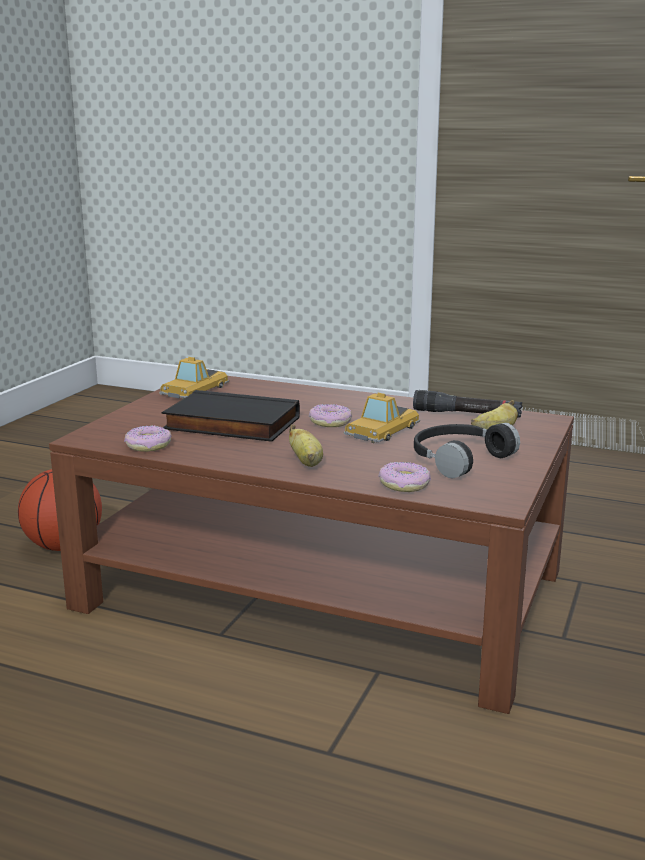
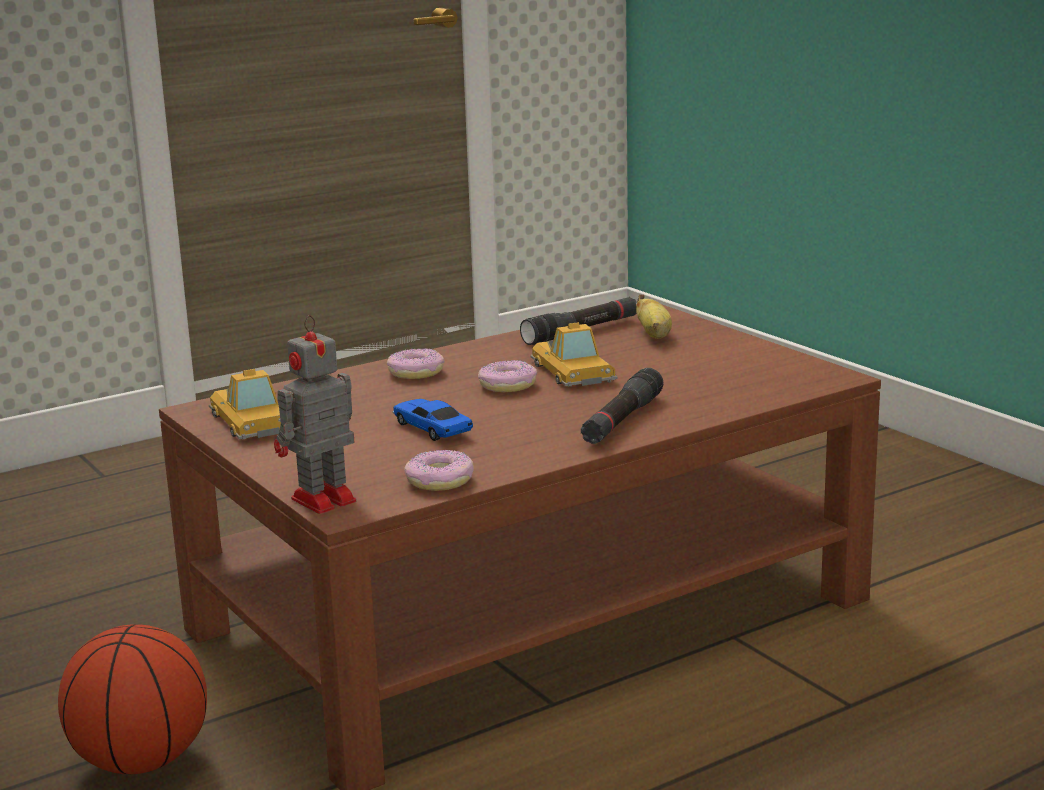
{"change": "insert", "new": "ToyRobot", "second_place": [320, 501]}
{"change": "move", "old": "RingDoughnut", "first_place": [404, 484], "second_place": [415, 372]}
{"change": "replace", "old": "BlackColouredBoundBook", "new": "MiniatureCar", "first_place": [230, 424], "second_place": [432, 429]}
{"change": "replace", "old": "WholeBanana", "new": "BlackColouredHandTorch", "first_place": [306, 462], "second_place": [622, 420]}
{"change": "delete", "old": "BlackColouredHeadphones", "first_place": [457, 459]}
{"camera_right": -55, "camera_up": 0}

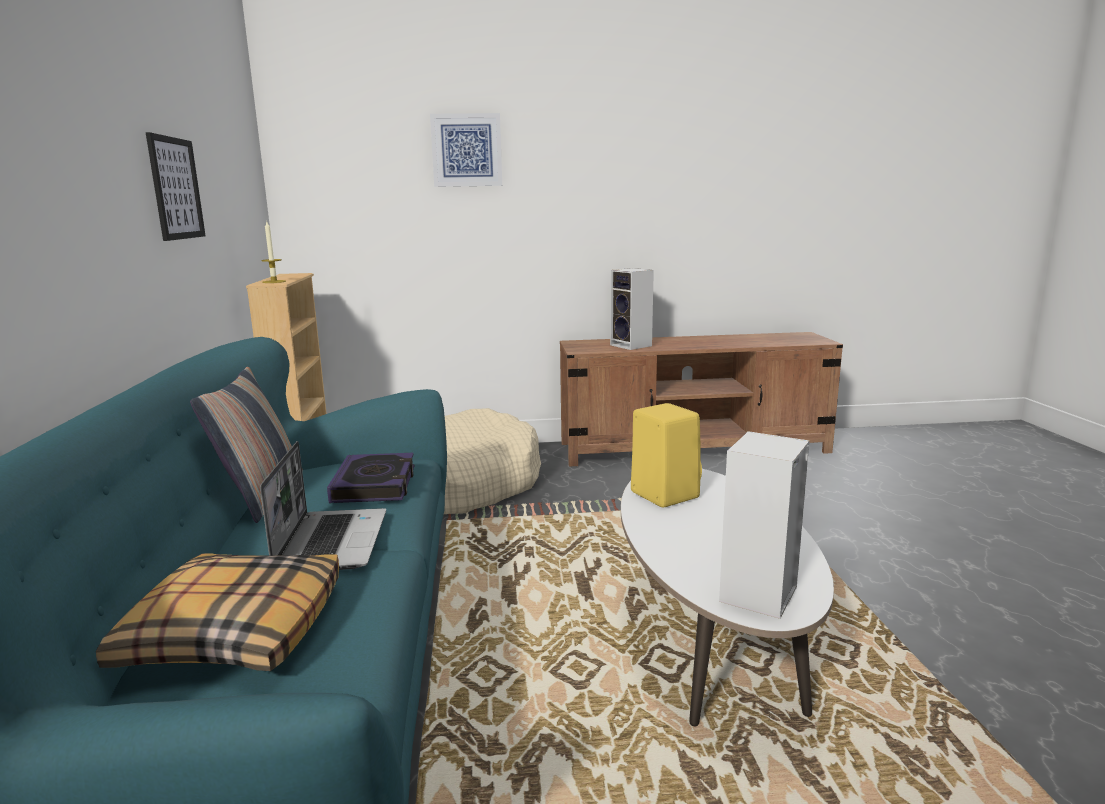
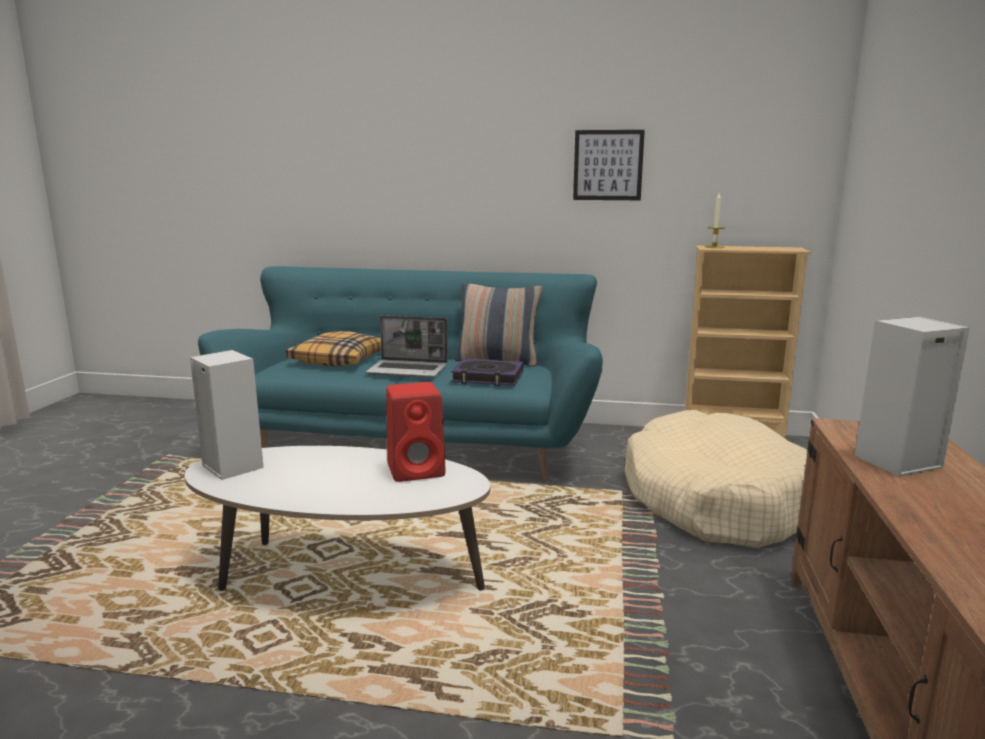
{"change": "recolor", "old": "YellowColouredAudioSpeaker", "new": "RedAudioSpeaker", "first_place": [662, 494], "second_place": [418, 470]}
{"change": "delete", "old": "WallPicture", "first_place": [466, 150]}
{"camera_right": 105, "camera_up": 0}

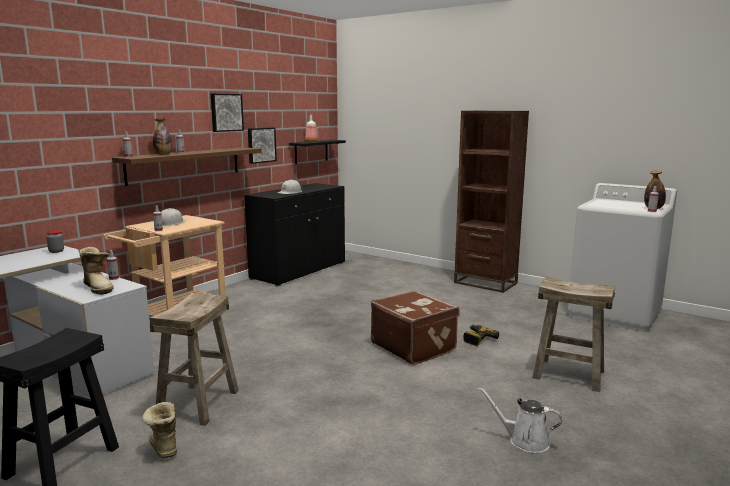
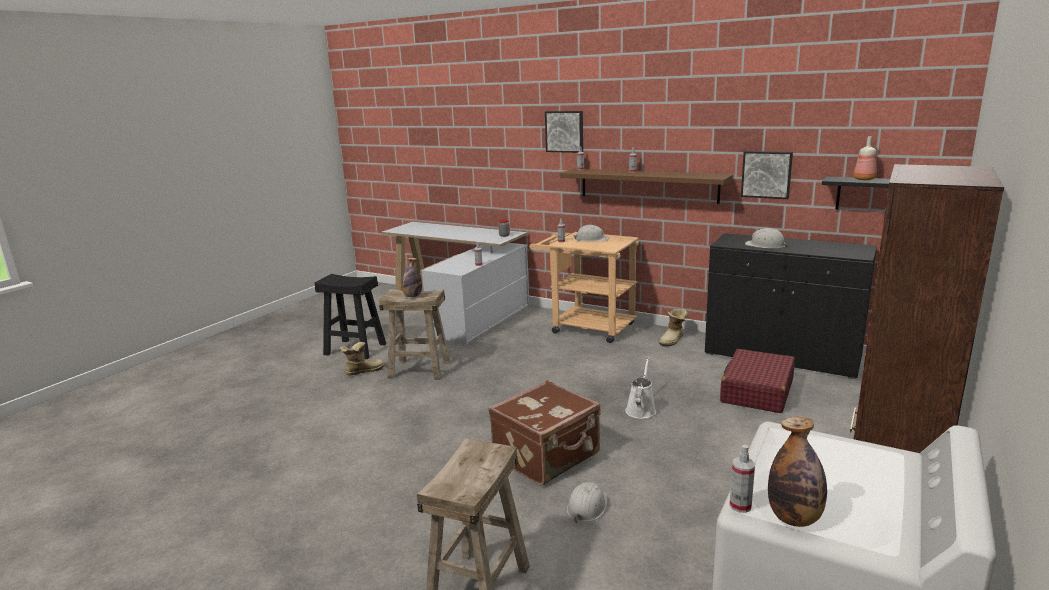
{"change": "move", "old": "Bottle", "first_place": [163, 155], "second_place": [412, 296]}
{"change": "move", "old": "WallPicture", "first_place": [226, 112], "second_place": [565, 131]}
{"change": "replace", "old": "Drill", "new": "WhiteColouredHardHat", "first_place": [477, 339], "second_place": [587, 506]}
{"change": "move", "old": "WhiteColouredWateringPot", "first_place": [524, 441], "second_place": [641, 409]}
{"change": "move", "old": "HighTopBoot", "first_place": [99, 287], "second_place": [673, 340]}
{"change": "insert", "new": "RedSuitcase", "second_place": [756, 392]}
{"camera_right": 85, "camera_up": 5}

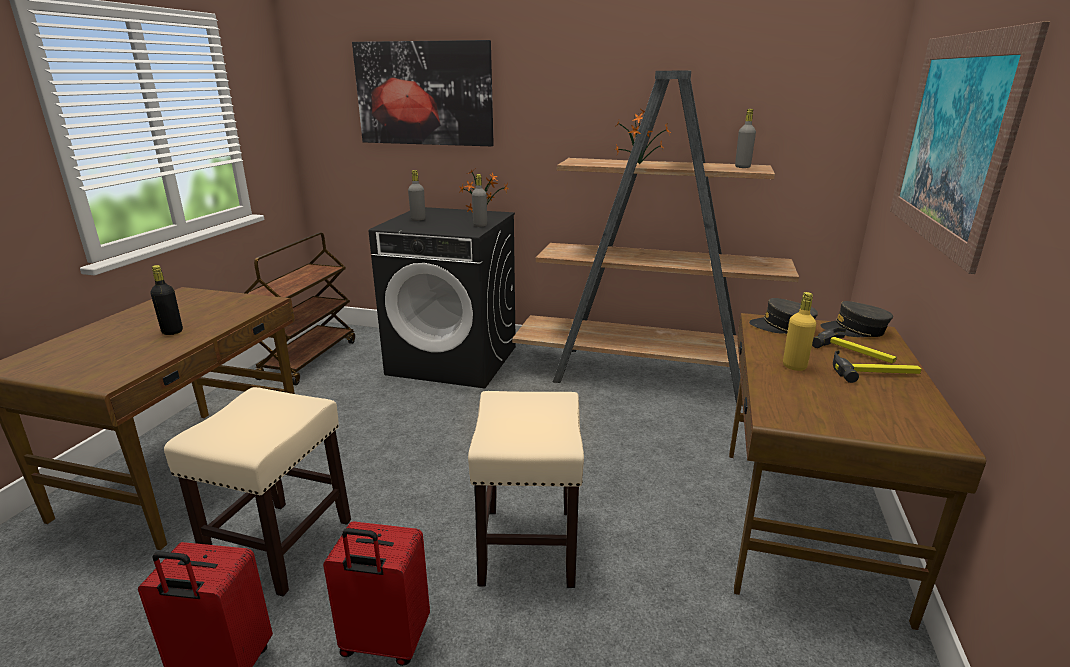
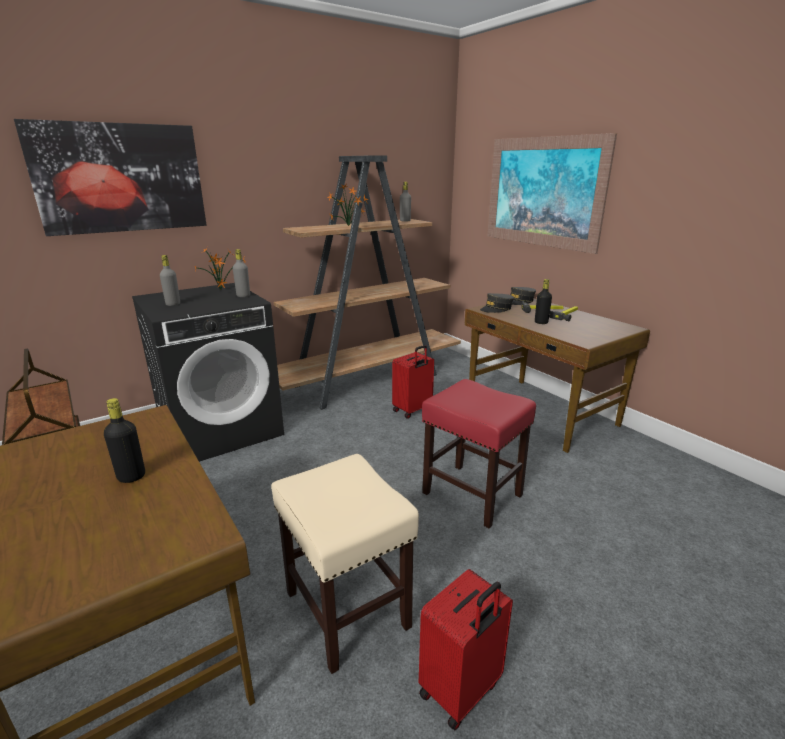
{"change": "move", "old": "RedSuitcase", "first_place": [384, 643], "second_place": [412, 410]}
{"change": "recolor", "old": "BeigeColouredSittingStool", "new": "RedSittingStool", "first_place": [528, 544], "second_place": [471, 493]}
{"change": "recolor", "old": "YellowColouredBottle", "new": "BlackColouredBottle", "first_place": [794, 366], "second_place": [541, 322]}
{"camera_right": -50, "camera_up": 0}

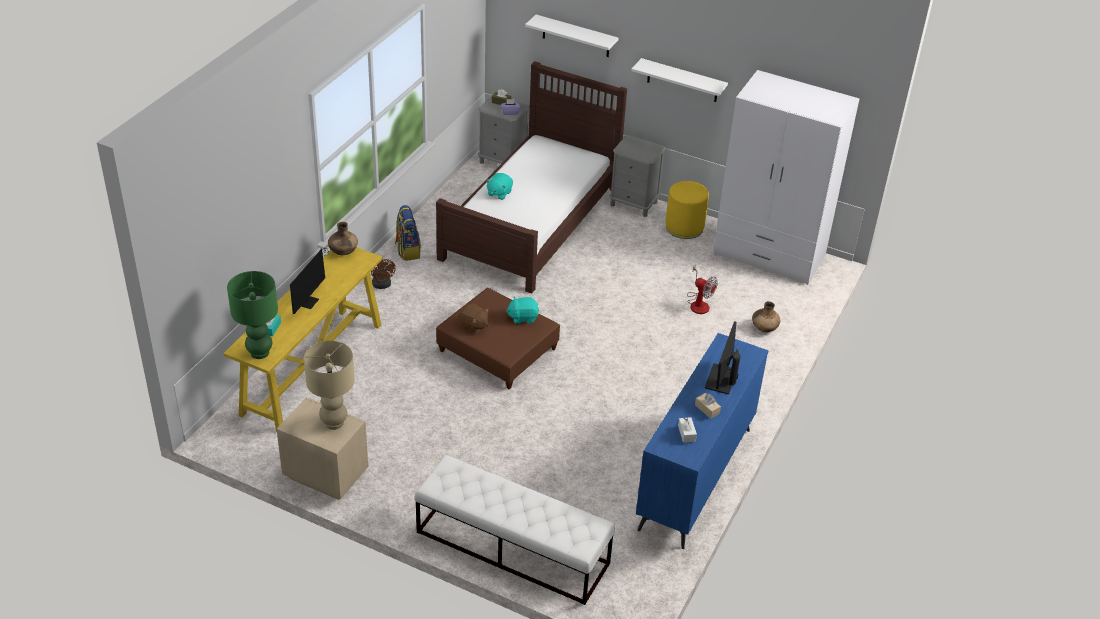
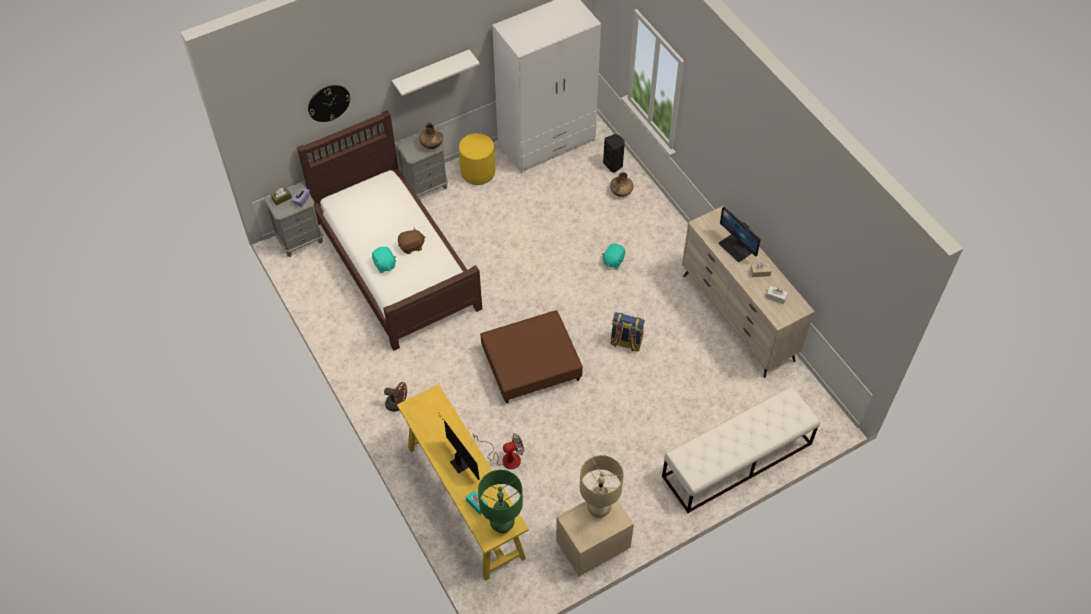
{"change": "replace", "old": "WhiteColouredShelf", "new": "WallClock", "first_place": [576, 36], "second_place": [328, 103]}
{"change": "move", "old": "BrownColouredPlushToy", "first_place": [473, 326], "second_place": [411, 246]}
{"change": "move", "old": "BrownColouredDecorativeVase", "first_place": [343, 252], "second_place": [432, 145]}
{"change": "move", "old": "Fan", "first_place": [698, 303], "second_place": [505, 457]}
{"change": "move", "old": "TurquoisePlushToy", "first_place": [523, 317], "second_place": [613, 261]}
{"change": "insert", "new": "BlackColouredAudioSpeaker", "second_place": [613, 164]}
{"change": "move", "old": "Rucksack", "first_place": [408, 250], "second_place": [626, 342]}
{"change": "recolor", "old": "BluishDrawerChest", "new": "BeigeColouredDrawerChest", "first_place": [694, 478], "second_place": [737, 318]}
{"camera_right": -55, "camera_up": 15}

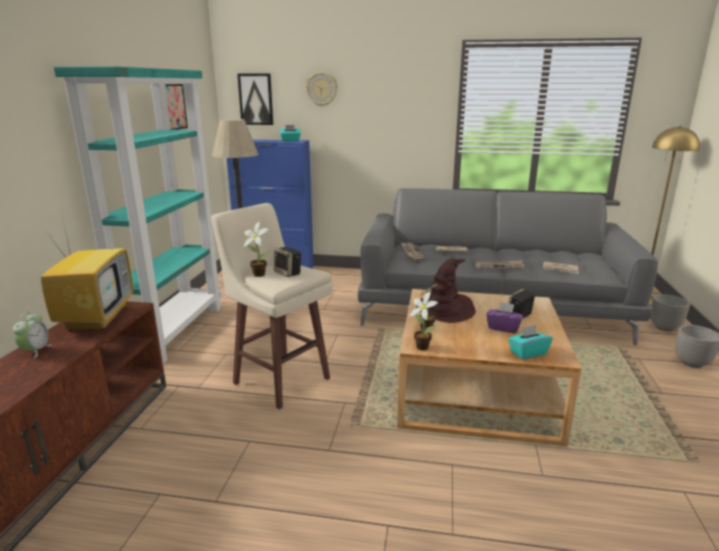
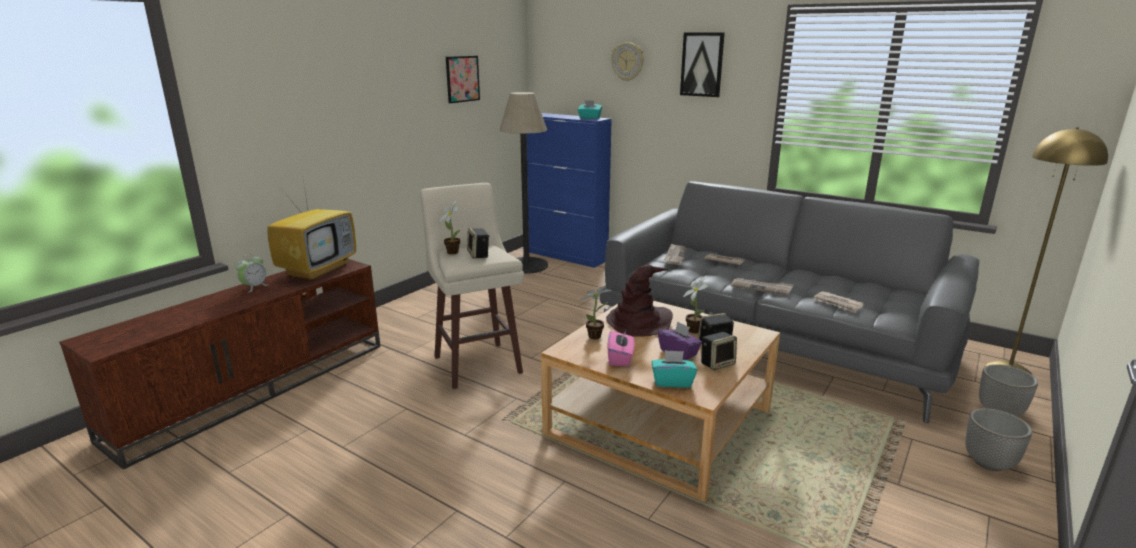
{"change": "insert", "new": "PinkTissueHolder", "second_place": [620, 358]}
{"change": "move", "old": "WallPicture", "first_place": [256, 99], "second_place": [702, 64]}
{"change": "move", "old": "PottedPlant", "first_place": [421, 346], "second_place": [693, 329]}
{"change": "insert", "new": "AudioSpeaker", "second_place": [717, 363]}
{"change": "delete", "old": "TurquoiseBookcase", "first_place": [174, 331]}
{"camera_right": 25, "camera_up": 0}

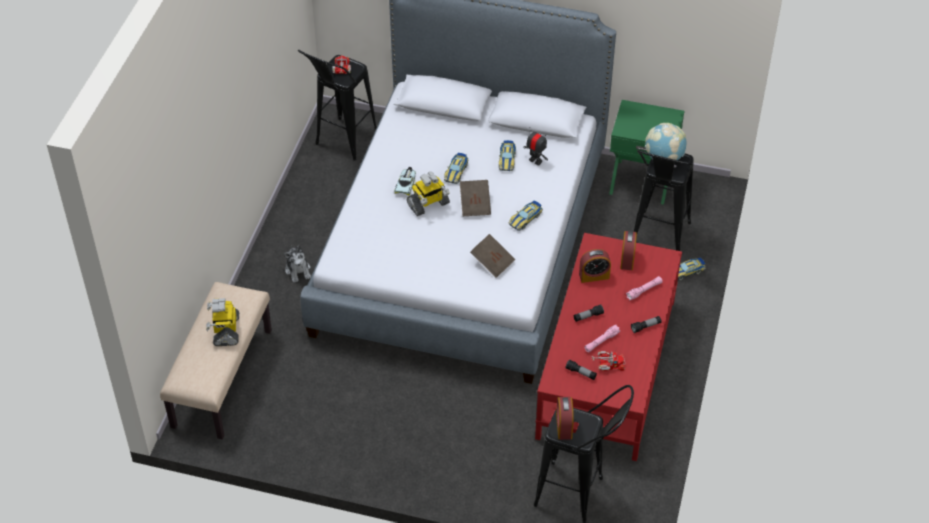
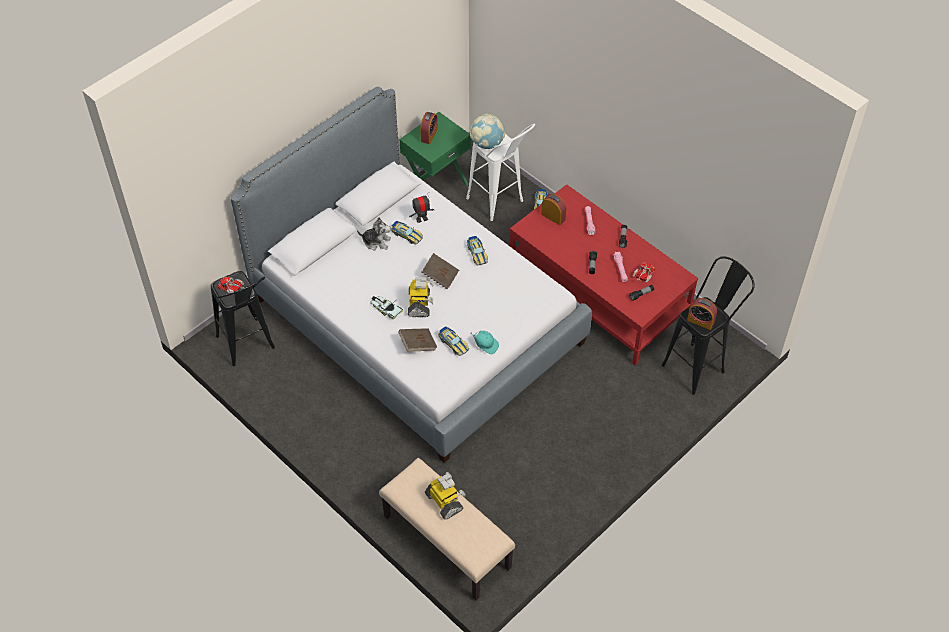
{"change": "move", "old": "PlushToy", "first_place": [298, 270], "second_place": [376, 242]}
{"change": "move", "old": "BrownColouredBoundBook", "first_place": [492, 262], "second_place": [418, 344]}
{"change": "move", "old": "BedsideClock", "first_place": [594, 276], "second_place": [429, 135]}
{"change": "rotate", "old": "ToyRobot", "first_place": [225, 330], "second_place": [445, 502], "degrees": -150}
{"change": "move", "old": "MiniatureCar", "first_place": [456, 171], "second_place": [453, 343]}
{"change": "recolor", "old": "BlackColouredSittingStool", "new": "WhiteColouredSittingStool", "first_place": [658, 240], "second_place": [500, 205]}
{"change": "insert", "new": "TurquoiseCap", "second_place": [486, 345]}
{"camera_right": -60, "camera_up": 5}

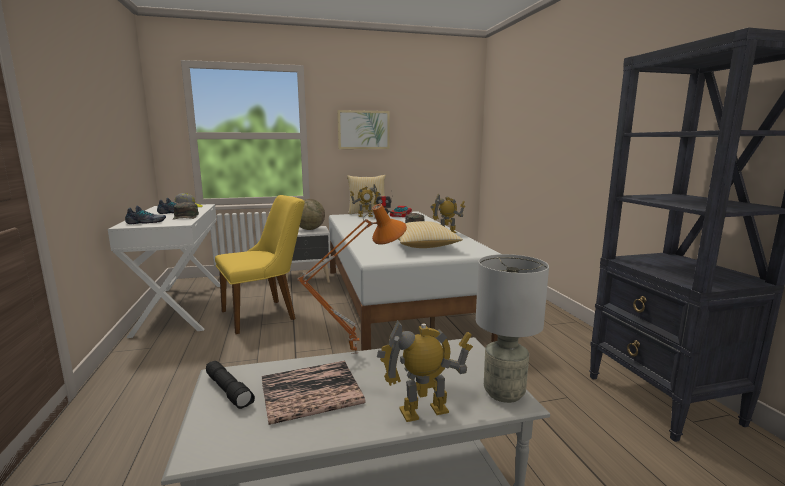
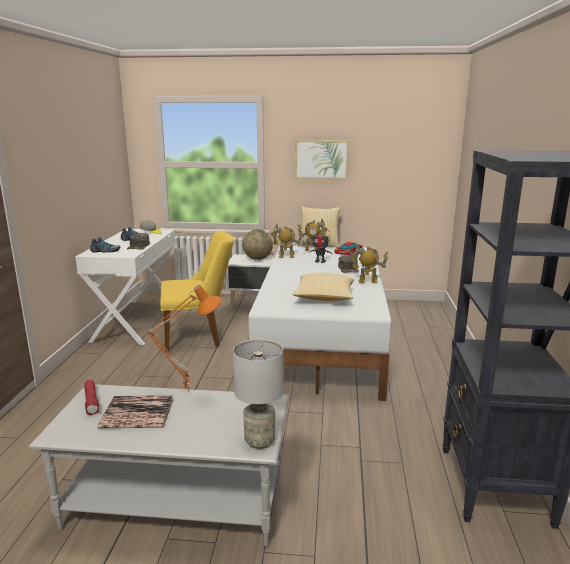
{"change": "recolor", "old": "BlackColouredHandTorch", "new": "RedHandTorch", "first_place": [229, 391], "second_place": [92, 402]}
{"change": "move", "old": "ToyRobot", "first_place": [424, 411], "second_place": [286, 257]}
{"camera_right": 20, "camera_up": 5}

